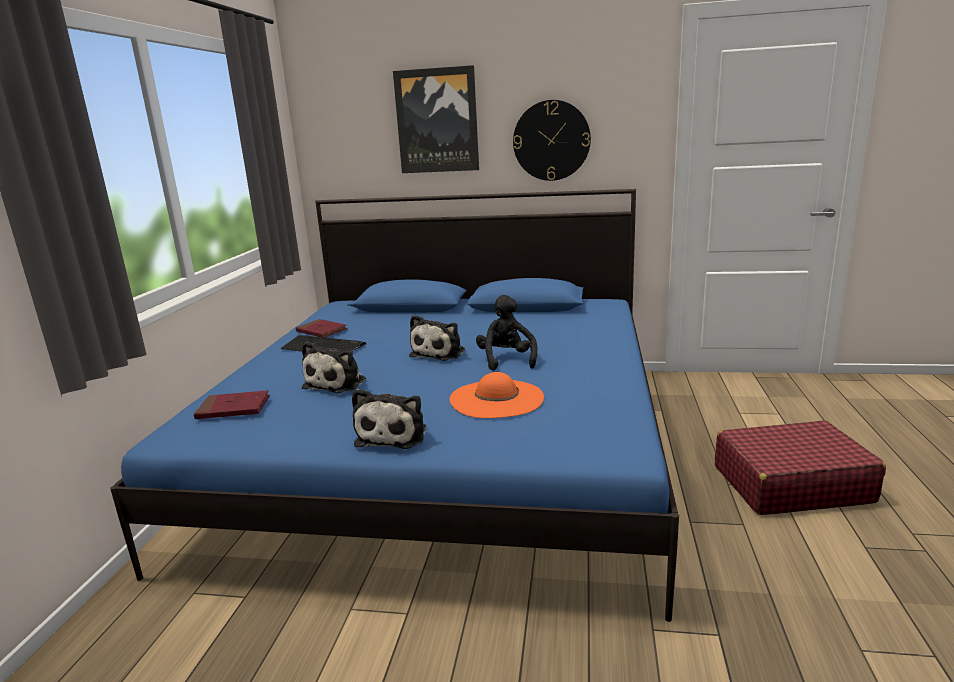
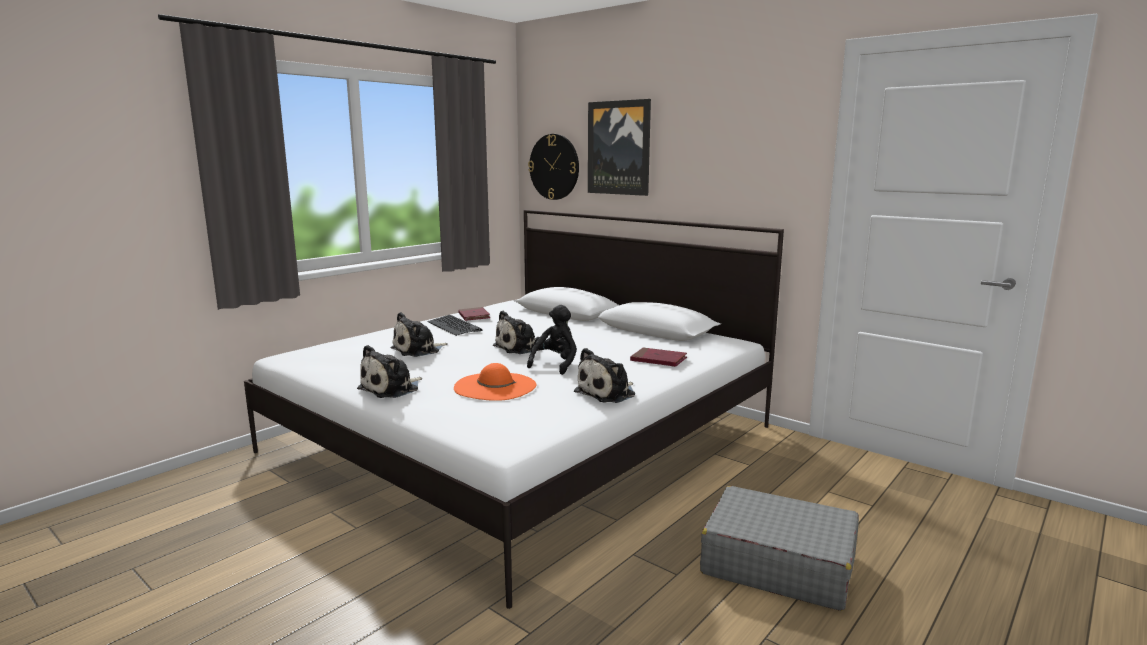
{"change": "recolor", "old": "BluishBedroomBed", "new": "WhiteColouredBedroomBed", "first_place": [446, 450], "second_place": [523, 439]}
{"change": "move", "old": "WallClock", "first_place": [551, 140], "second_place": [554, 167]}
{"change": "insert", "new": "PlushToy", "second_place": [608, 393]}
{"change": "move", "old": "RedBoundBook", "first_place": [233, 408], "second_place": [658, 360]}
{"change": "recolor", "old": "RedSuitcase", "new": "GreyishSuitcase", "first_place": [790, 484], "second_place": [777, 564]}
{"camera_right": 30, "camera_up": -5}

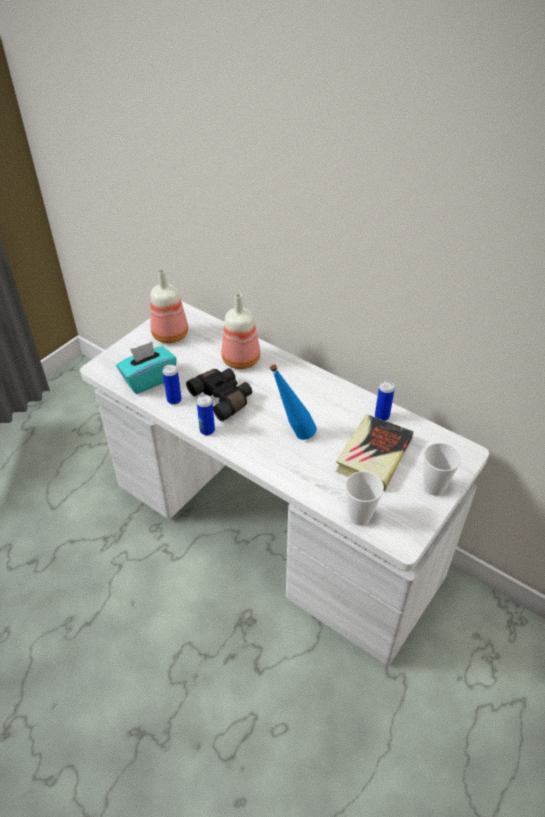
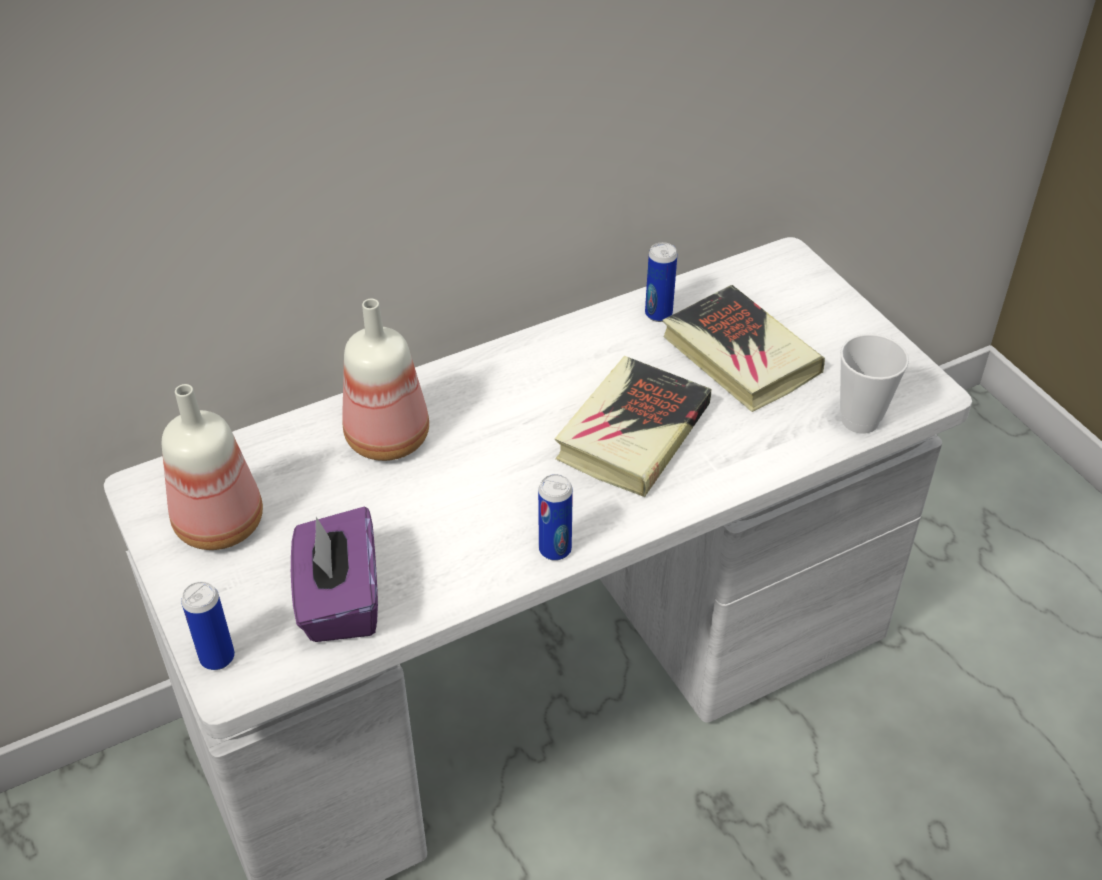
{"change": "move", "old": "Can", "first_place": [174, 400], "second_place": [217, 657]}
{"change": "recolor", "old": "TurquoiseTissueHolder", "new": "PurpleColouredTissueHolder", "first_place": [149, 379], "second_place": [339, 601]}
{"change": "replace", "old": "BluishBottle", "new": "BoundBook", "first_place": [293, 433], "second_place": [633, 433]}
{"change": "delete", "old": "BlackColouredFieldGlasses", "first_place": [223, 398]}
{"change": "delete", "old": "Cup", "first_place": [434, 487]}
{"camera_right": -65, "camera_up": 0}

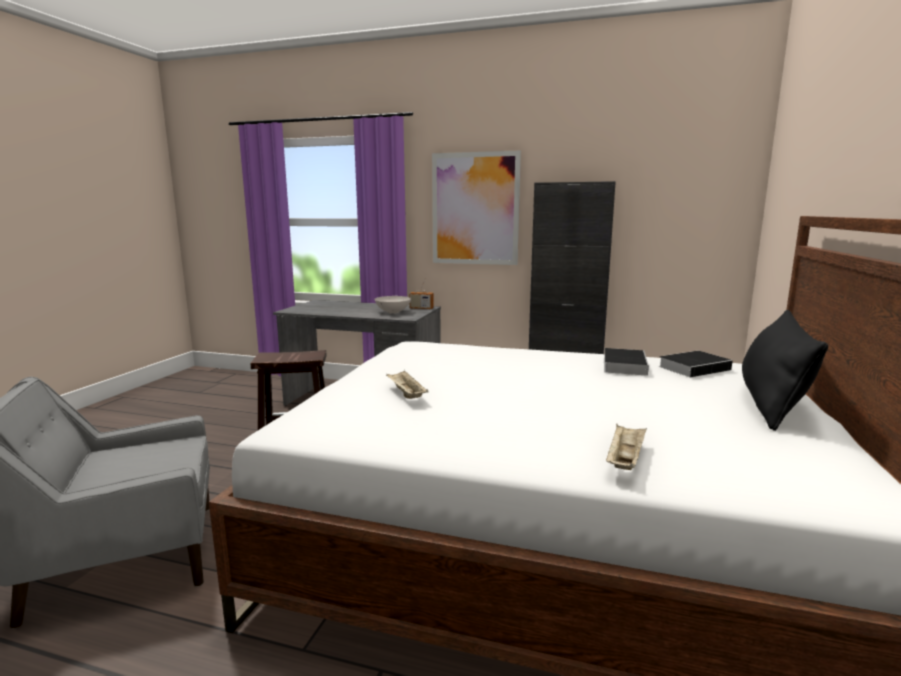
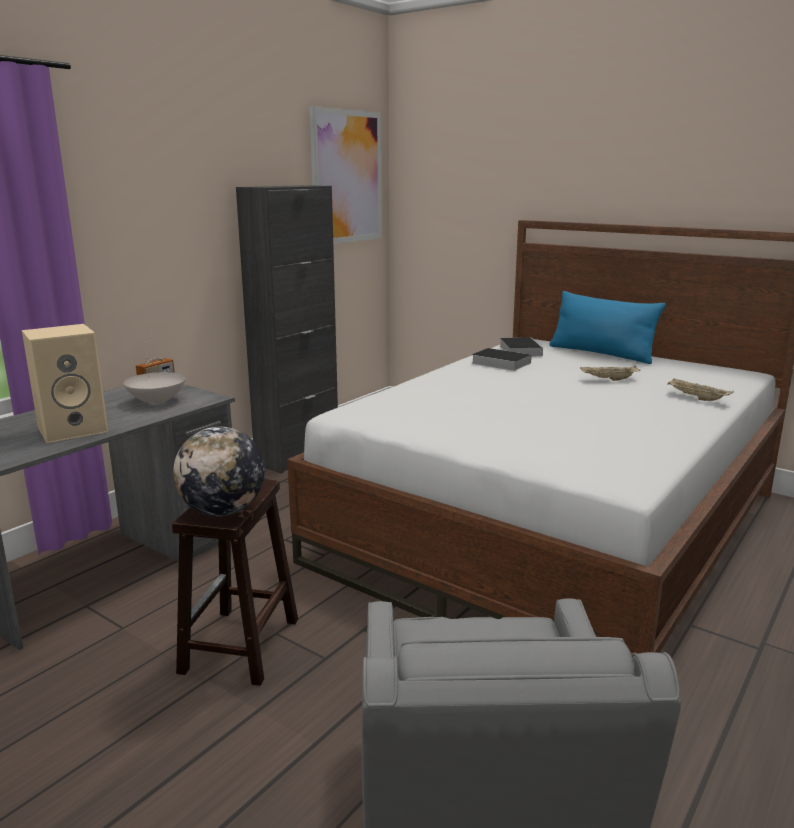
{"change": "insert", "new": "BeigeColouredAudioSpeaker", "second_place": [74, 429]}
{"change": "insert", "new": "DeskGlobe", "second_place": [223, 511]}
{"change": "move", "old": "WallPicture", "first_place": [475, 209], "second_place": [346, 177]}
{"change": "recolor", "old": "BlackColouredPillow", "new": "BluishPillow", "first_place": [772, 402], "second_place": [601, 353]}
{"change": "move", "old": "BeigeColouredCarryingTray", "first_place": [406, 394], "second_place": [608, 380]}
{"camera_right": -70, "camera_up": 5}

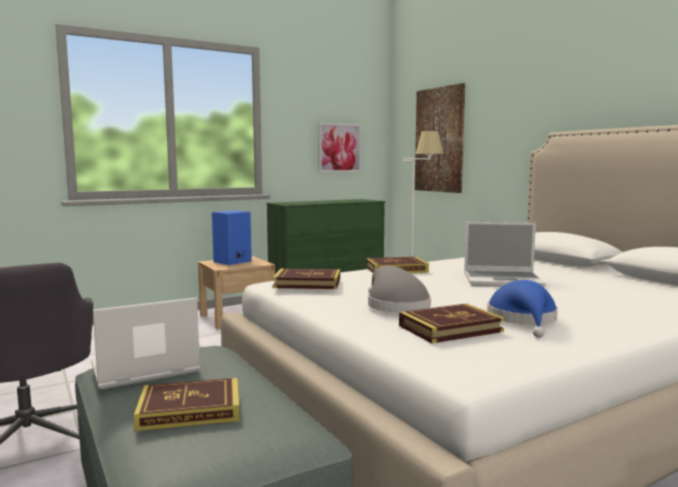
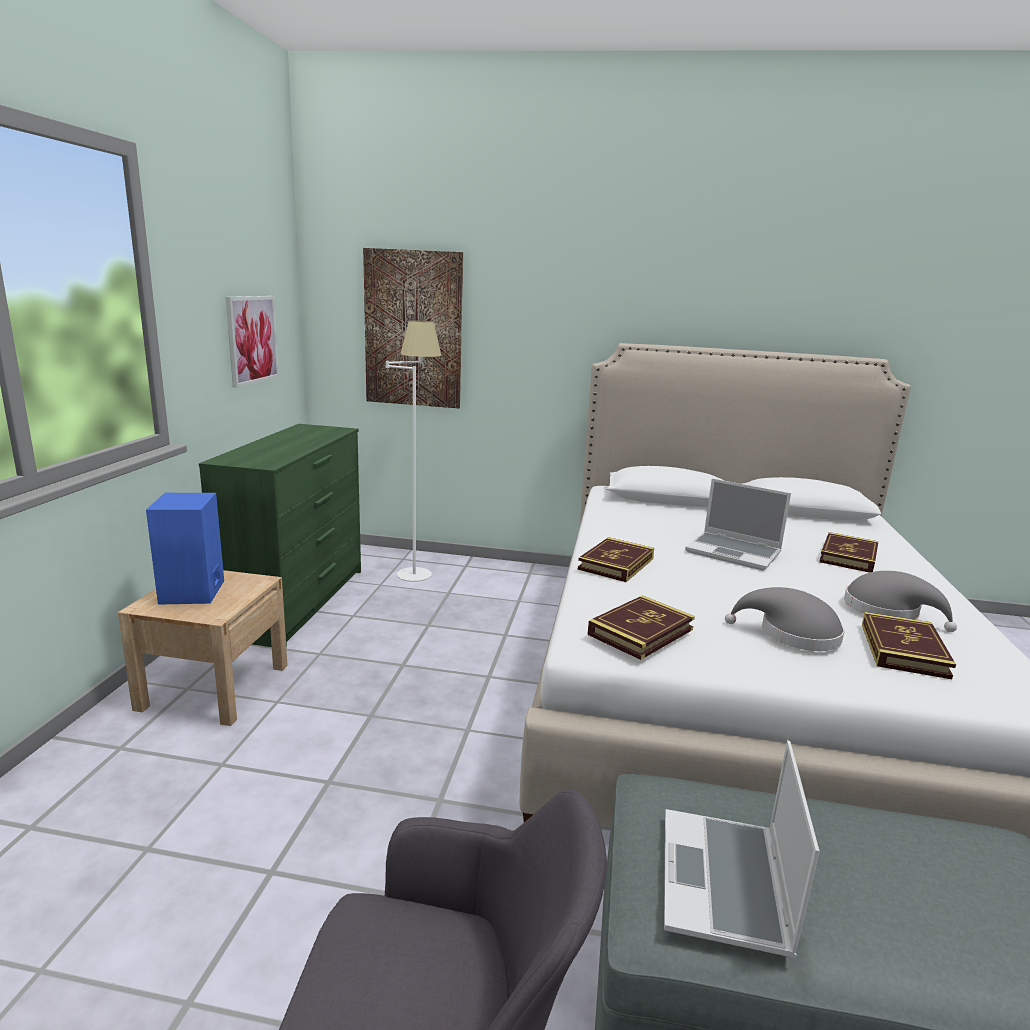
{"change": "rotate", "old": "PortableComputer", "first_place": [503, 281], "second_place": [734, 552], "degrees": 75}
{"change": "move", "old": "BoundBook", "first_place": [190, 410], "second_place": [848, 556]}
{"change": "recolor", "old": "BluishWearableHat", "new": "GreyishWearableHat", "first_place": [523, 320], "second_place": [887, 610]}
{"camera_right": -50, "camera_up": 10}

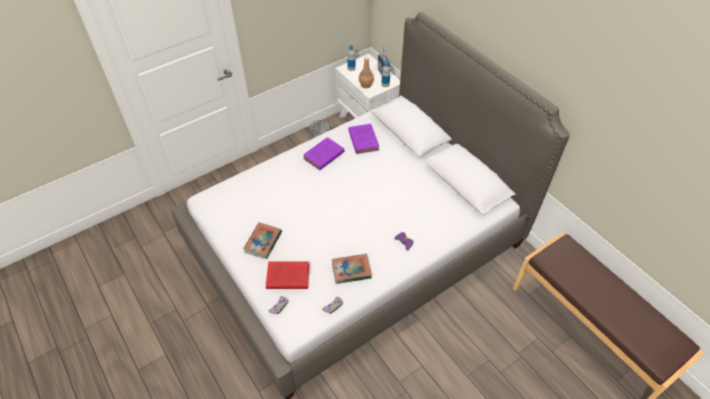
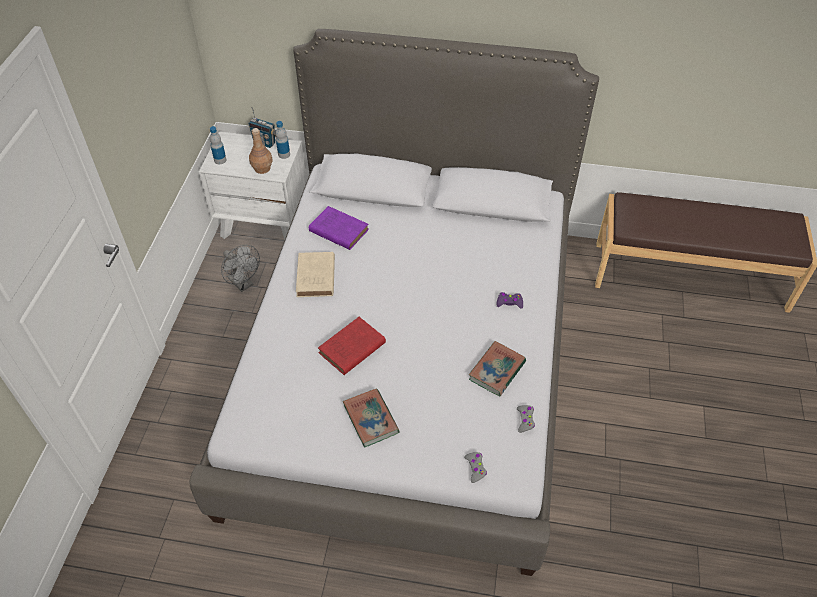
{"change": "recolor", "old": "PurpleColouredBoundBook", "new": "BeigeColouredBoundBook", "first_place": [323, 156], "second_place": [316, 278]}
{"change": "move", "old": "RedBoundBook", "first_place": [286, 277], "second_place": [350, 349]}
{"camera_right": -45, "camera_up": 0}

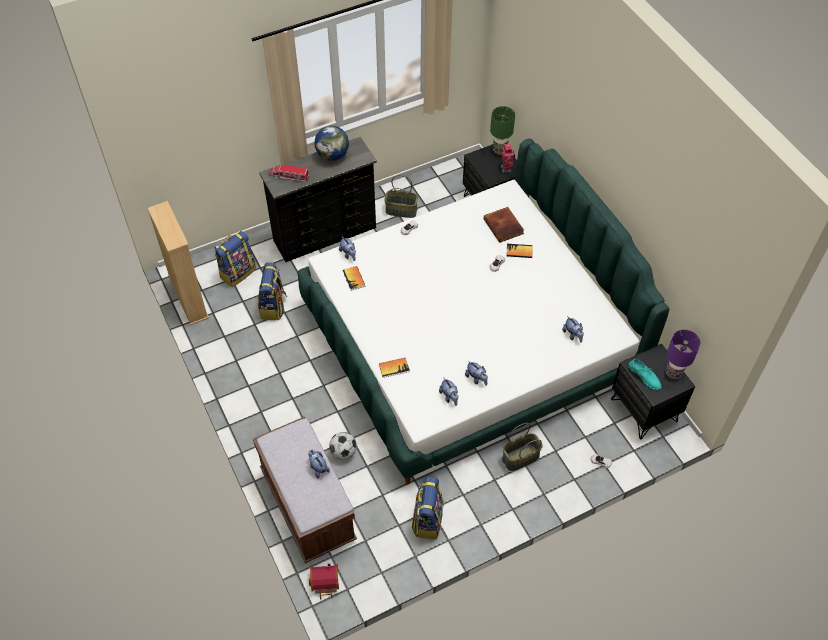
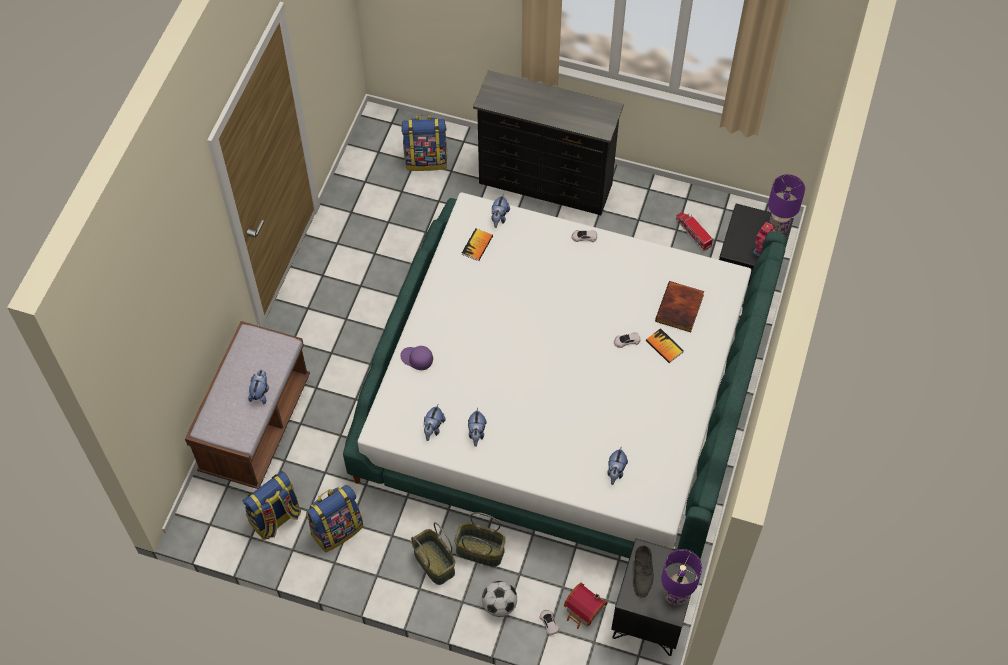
{"change": "move", "old": "Rucksack", "first_place": [273, 307], "second_place": [275, 519]}
{"change": "replace", "old": "BoundBook", "new": "PurpleColouredCap", "first_place": [394, 368], "second_place": [416, 359]}
{"change": "move", "old": "HouseholdBasket", "first_place": [401, 210], "second_place": [435, 562]}
{"change": "move", "old": "Football", "first_place": [343, 452], "second_place": [499, 605]}
{"change": "move", "old": "ModelHouse", "first_place": [326, 584], "second_place": [584, 611]}
{"change": "recolor", "old": "TurquoiseShoe", "new": "GreyishShoe", "first_place": [644, 376], "second_place": [643, 572]}
{"change": "move", "old": "ModelTruck", "first_place": [289, 176], "second_place": [693, 233]}
{"change": "recolor", "old": "GreenishLampForATable", "new": "PurpleColouredLampForATable", "first_place": [499, 150], "second_place": [778, 226]}
{"change": "delete", "old": "BeigeColouredBookcase", "first_place": [189, 300]}
{"change": "delete", "old": "DeskGlobe", "first_place": [332, 155]}
{"camera_right": 45, "camera_up": 5}

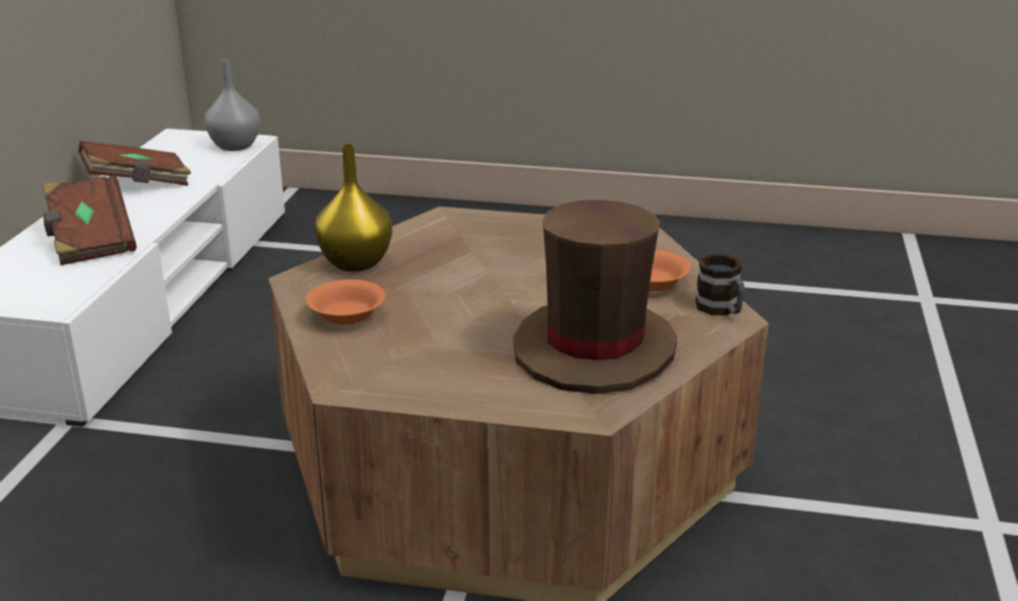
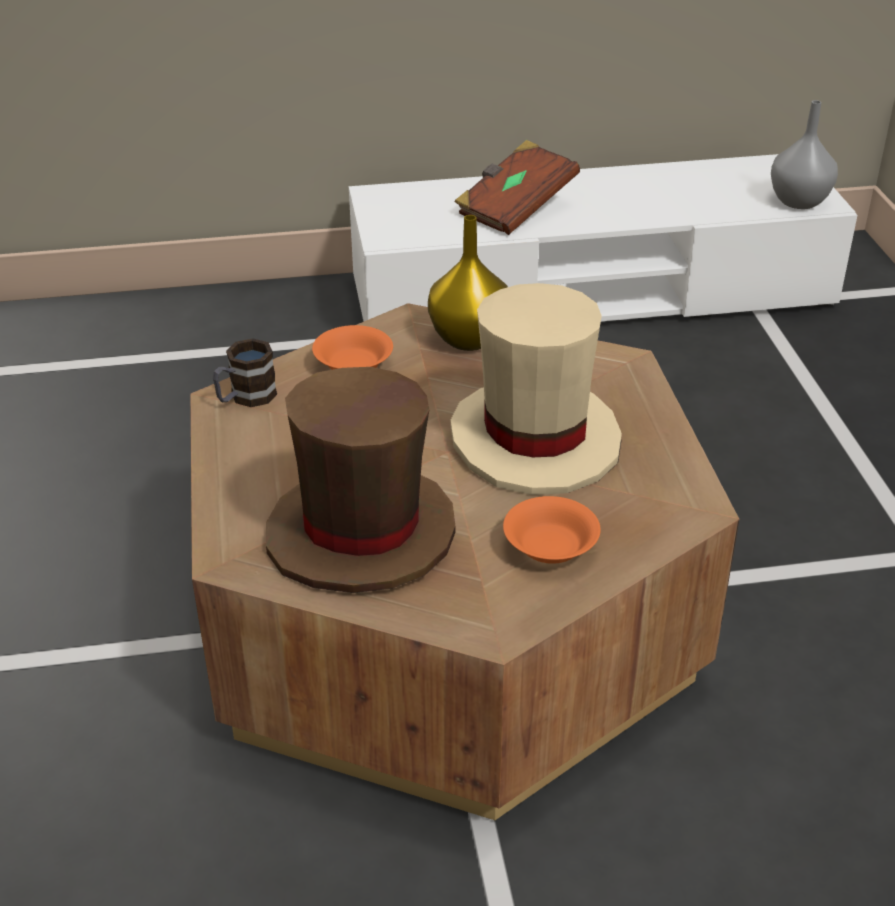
{"change": "move", "old": "Mug", "first_place": [721, 310], "second_place": [245, 398]}
{"change": "insert", "new": "BeigeColouredWearableHat", "second_place": [535, 440]}
{"change": "delete", "old": "BrownColouredBoundBook", "first_place": [138, 183]}
{"camera_right": 70, "camera_up": 10}

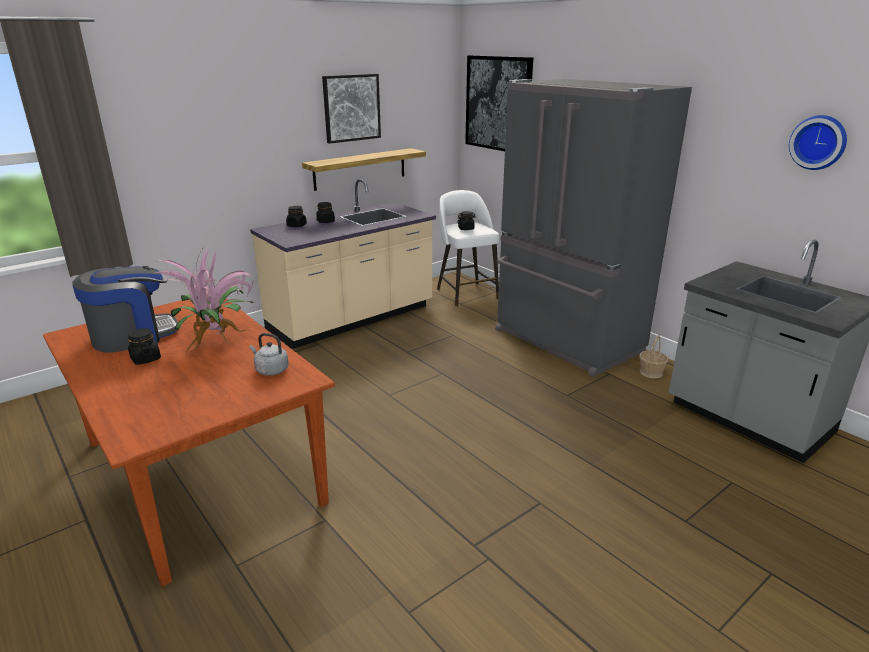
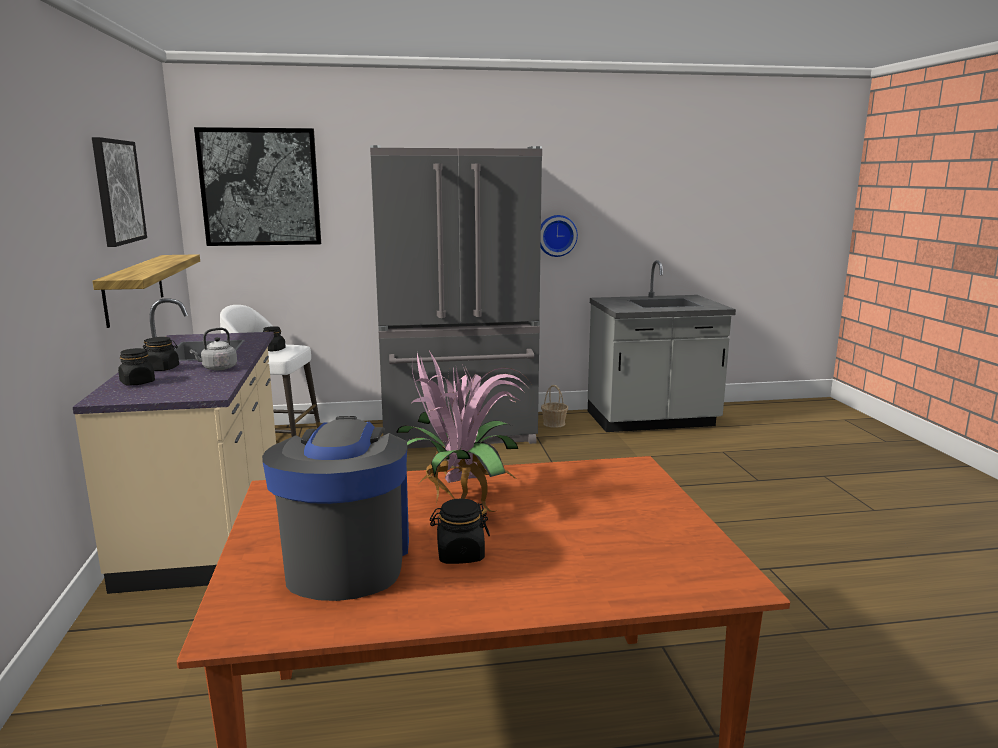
{"change": "move", "old": "GreyishTeaKettle", "first_place": [270, 370], "second_place": [218, 368]}
{"change": "move", "old": "WallClock", "first_place": [819, 142], "second_place": [556, 235]}
{"camera_right": -60, "camera_up": -10}

